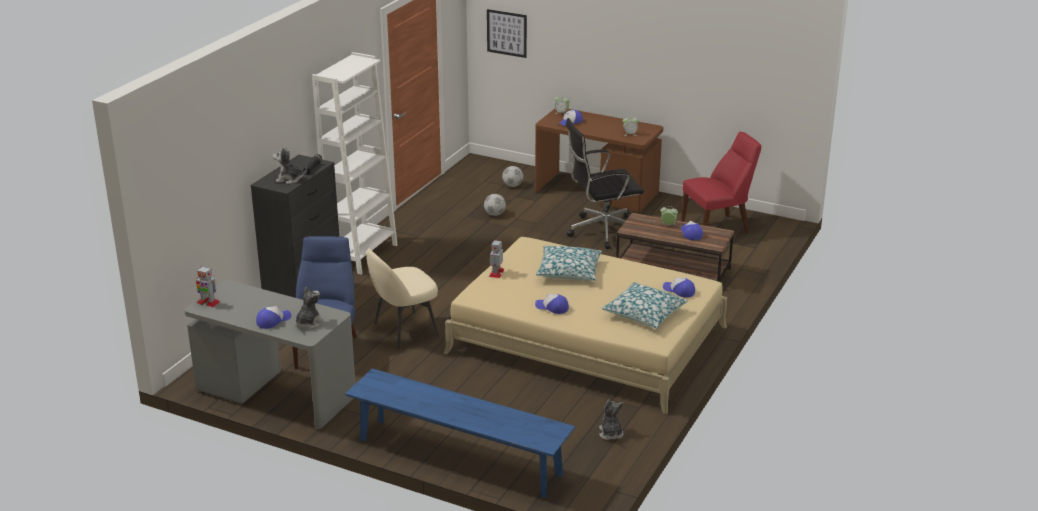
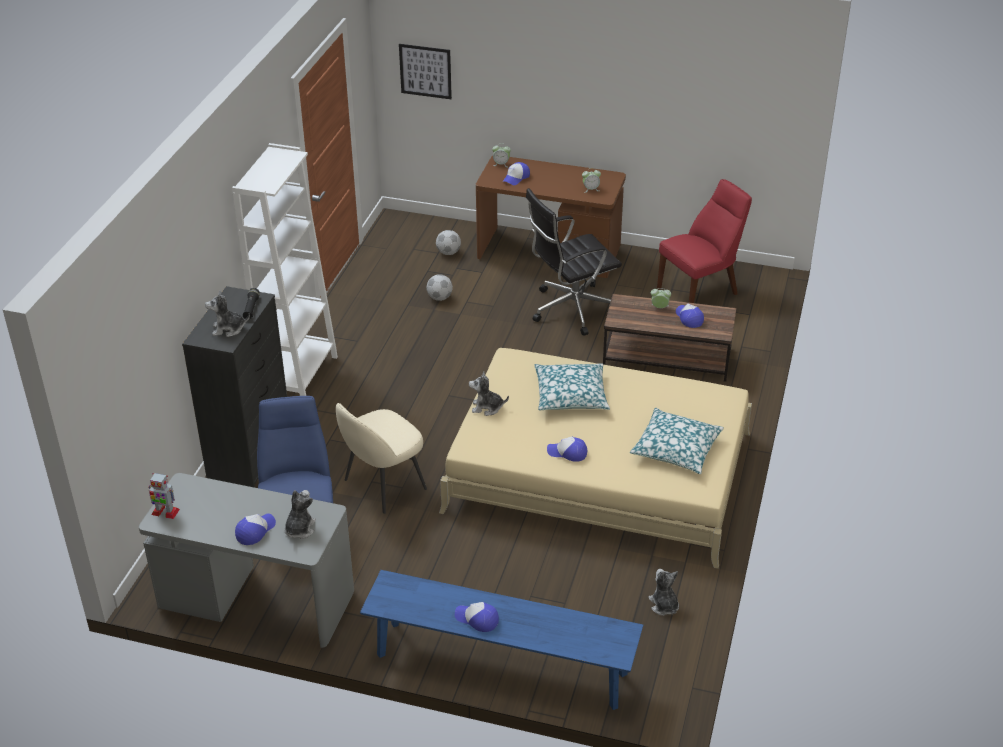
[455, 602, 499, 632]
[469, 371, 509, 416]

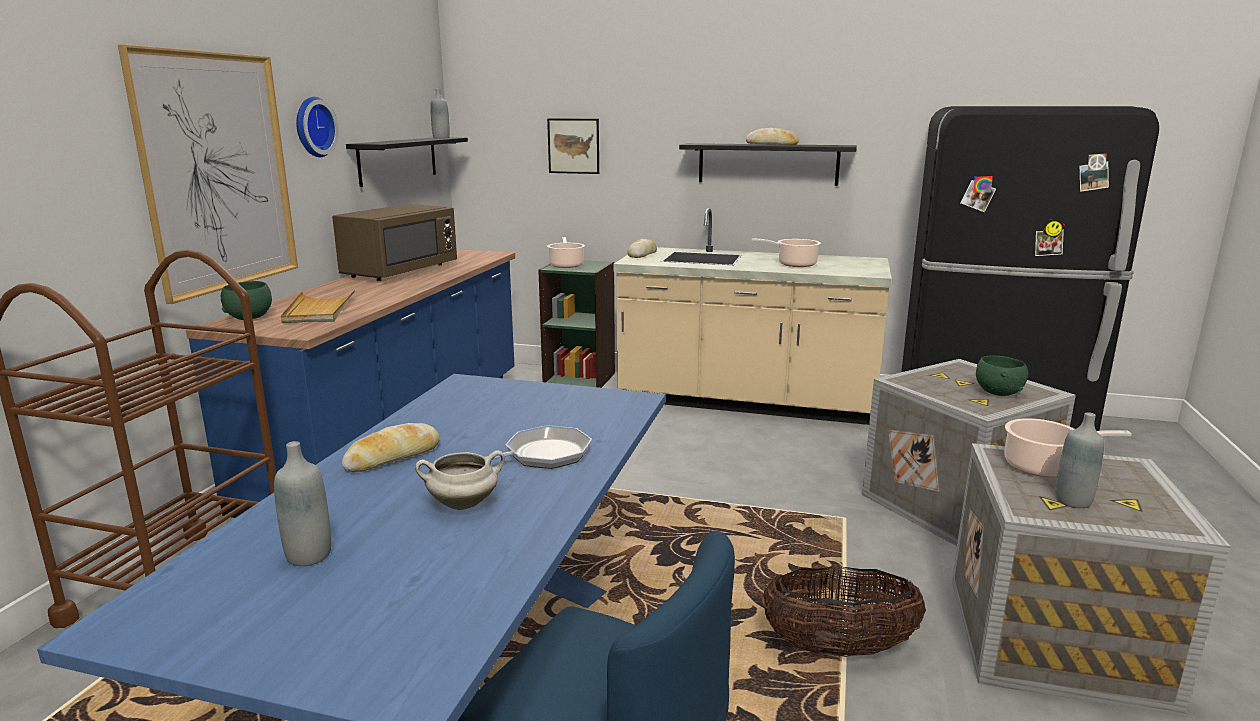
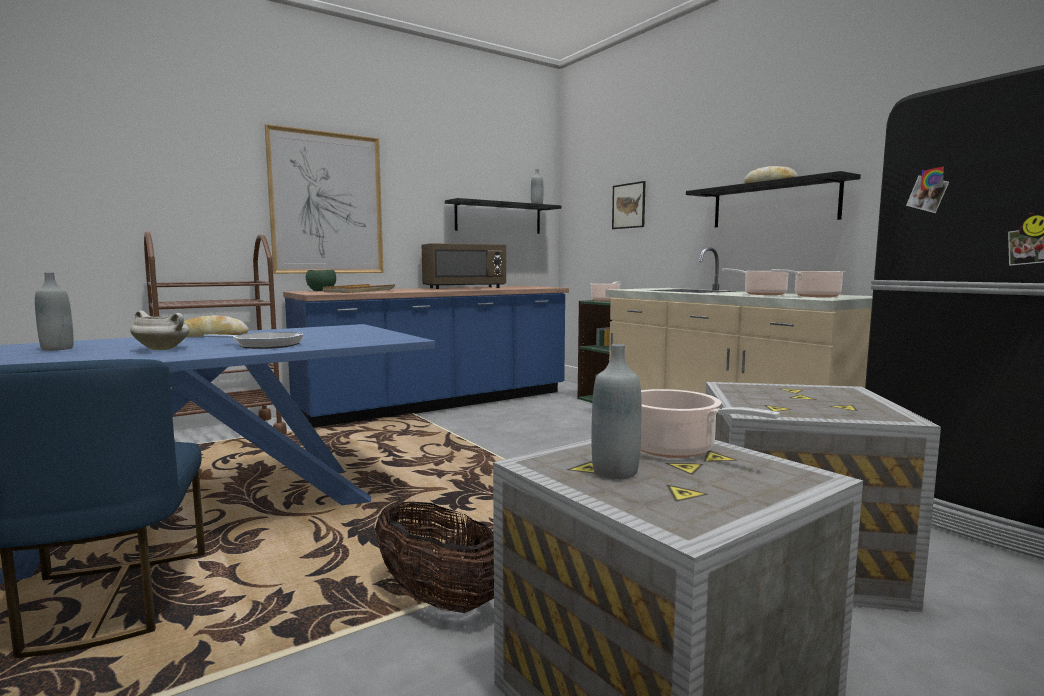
[771, 269, 845, 297]
[296, 97, 338, 157] (first image)
[627, 239, 657, 258] (first image)
[976, 355, 1028, 396] (first image)

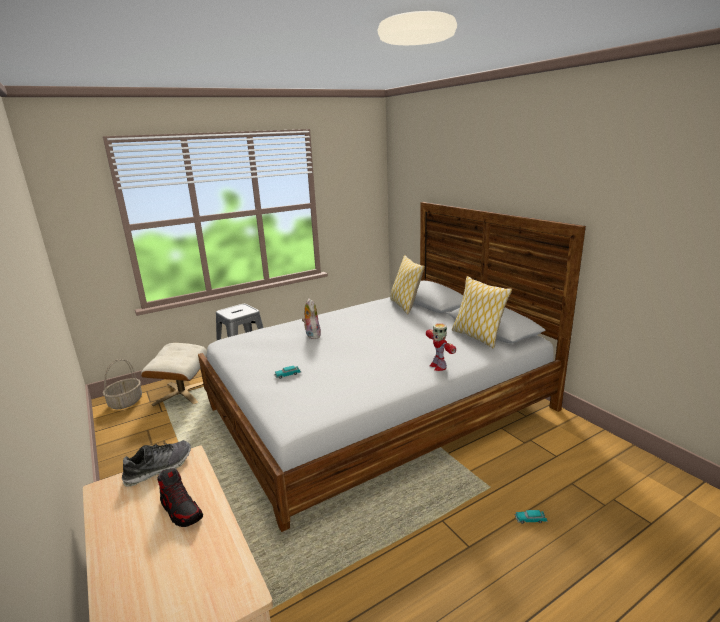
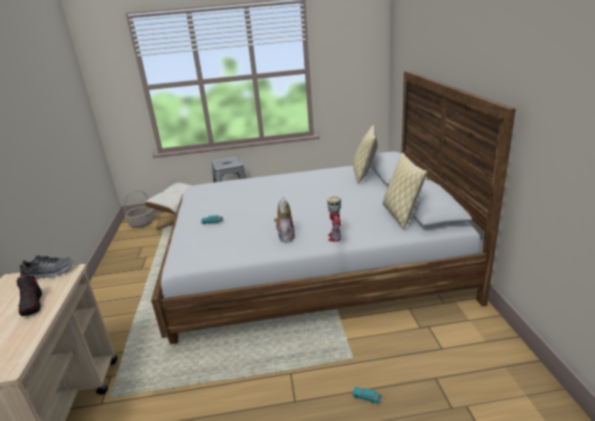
[274, 197, 295, 243]

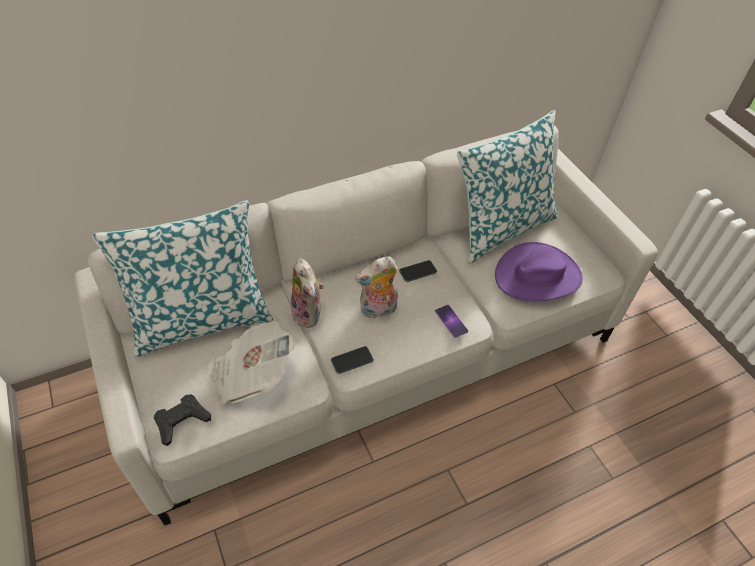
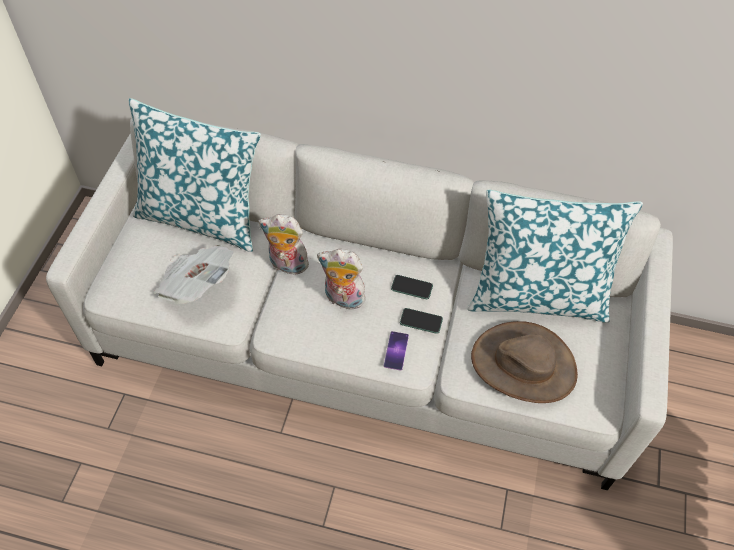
[258, 214, 309, 275]
[400, 308, 443, 334]
[471, 321, 578, 403]
[154, 394, 211, 446] (first image)

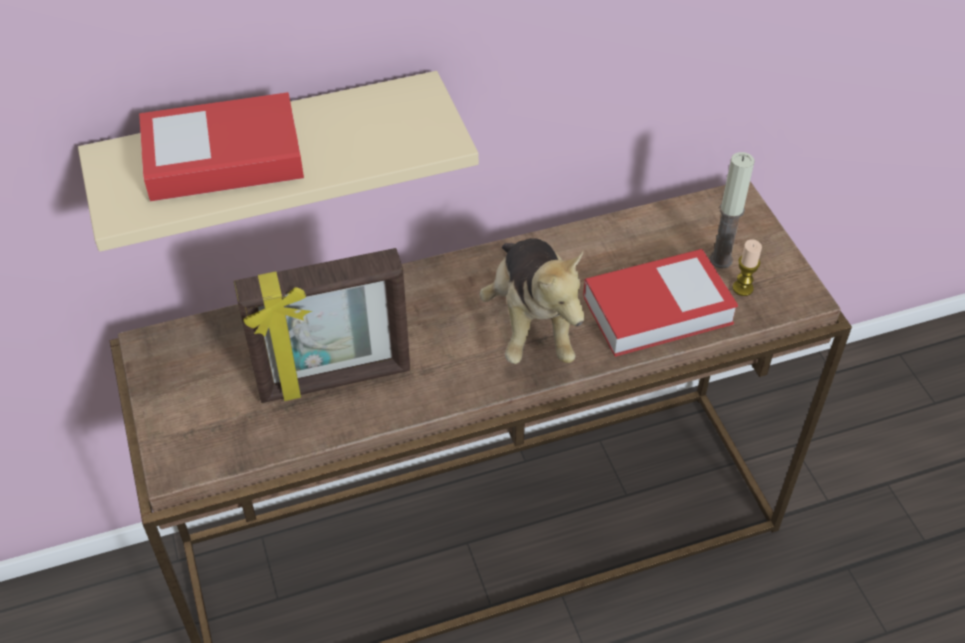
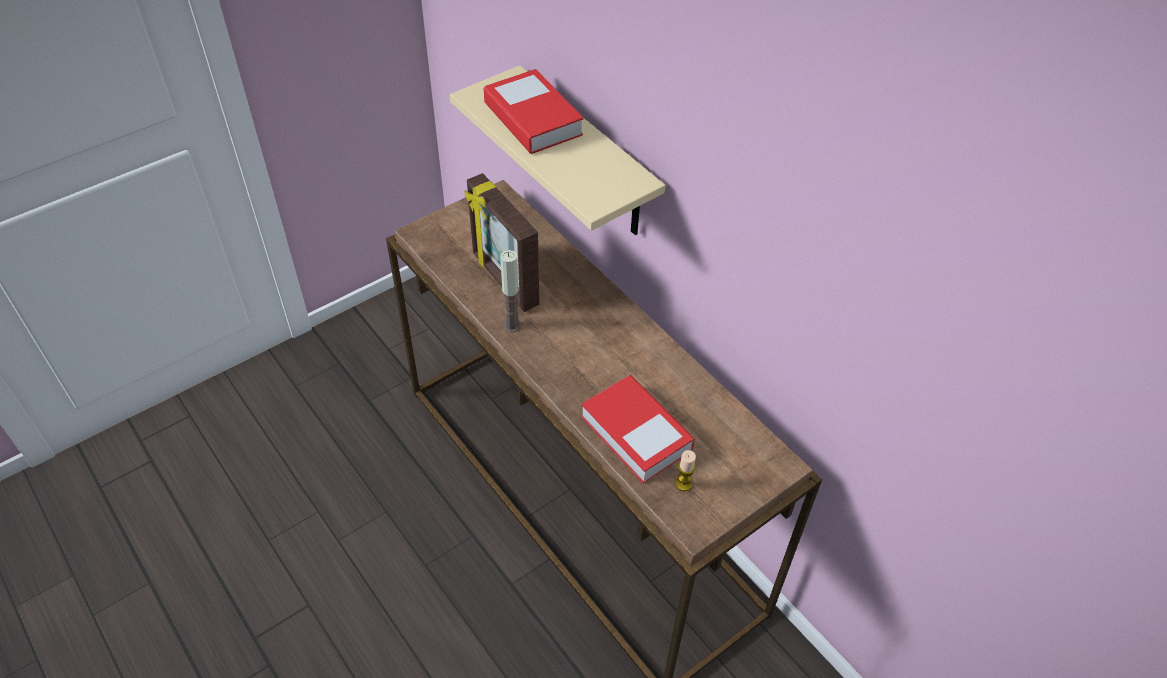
[500, 250, 521, 332]
[479, 238, 585, 364] (first image)

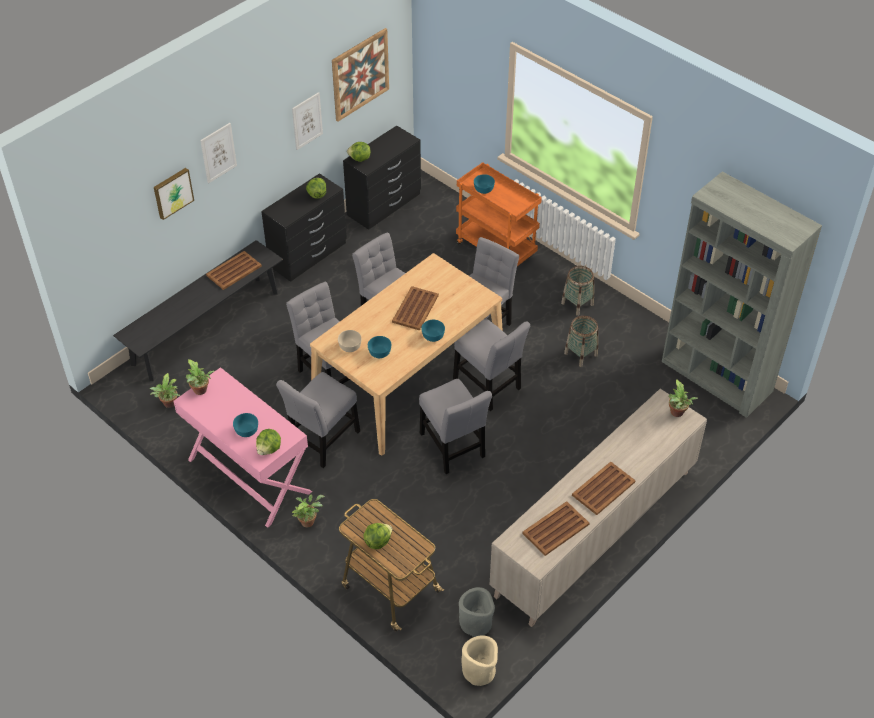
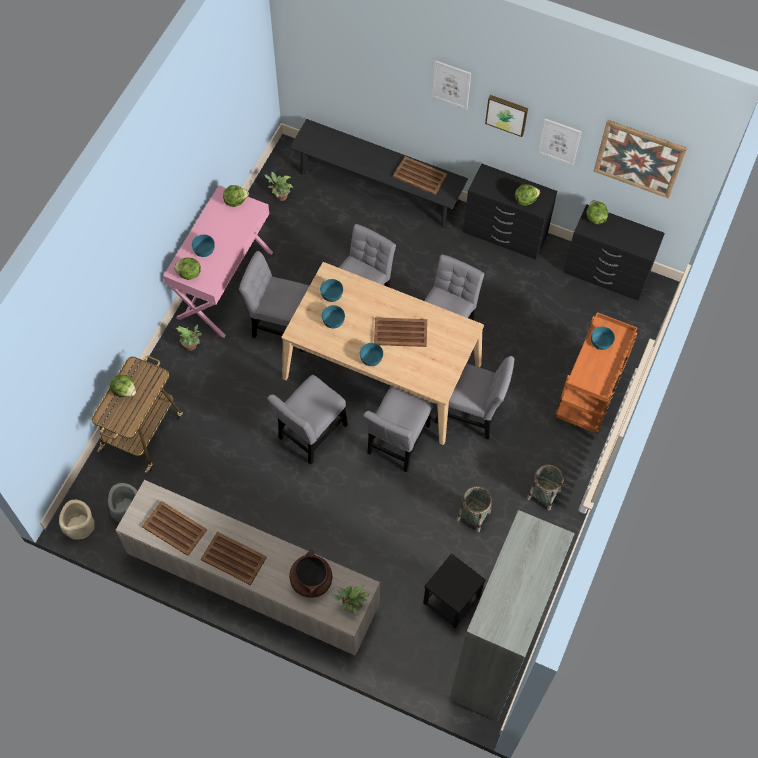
[223, 185, 249, 207]
[289, 550, 332, 598]
[320, 279, 343, 302]
[423, 554, 486, 628]
[485, 95, 528, 137]

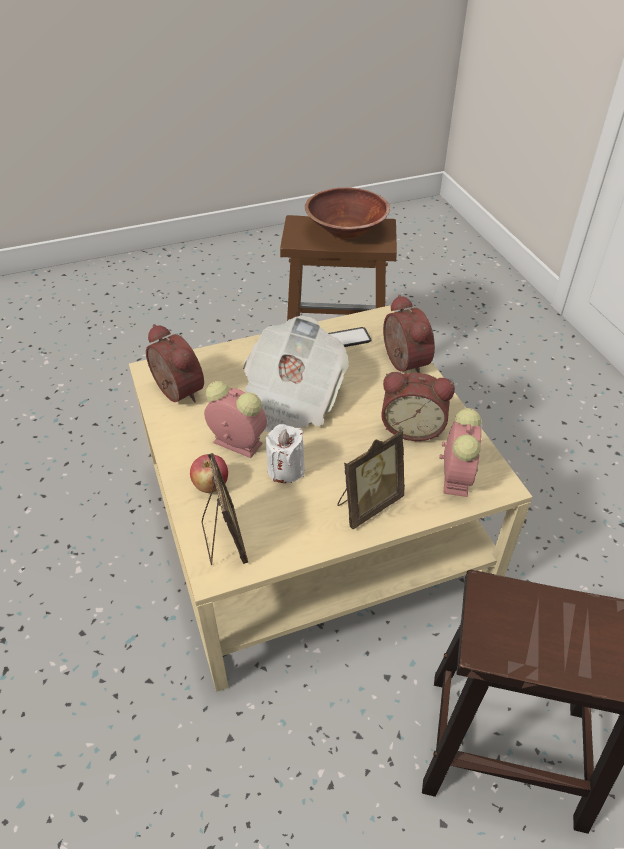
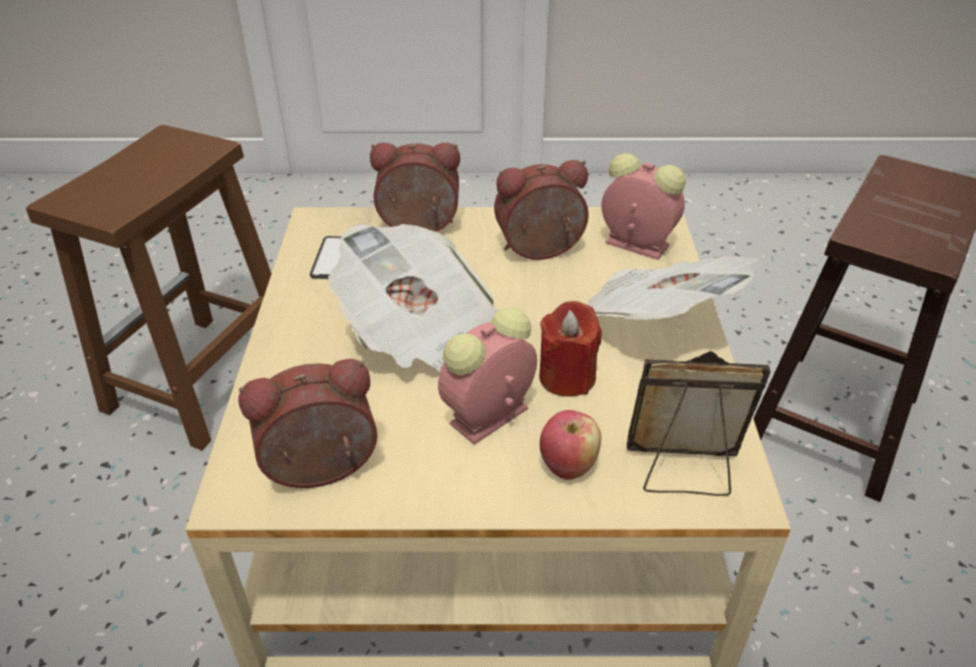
[494, 160, 589, 260]
[539, 301, 602, 397]
[588, 256, 759, 320]
[305, 187, 390, 239] (first image)

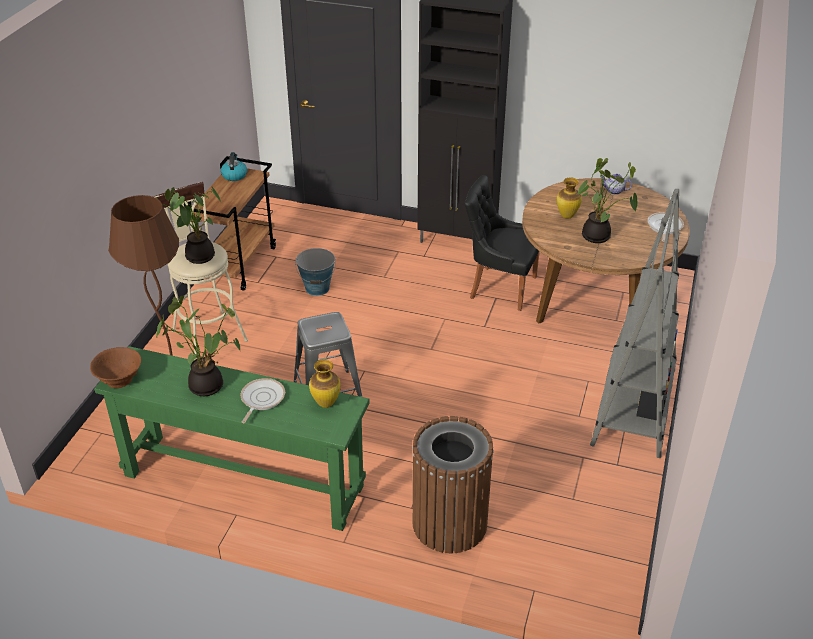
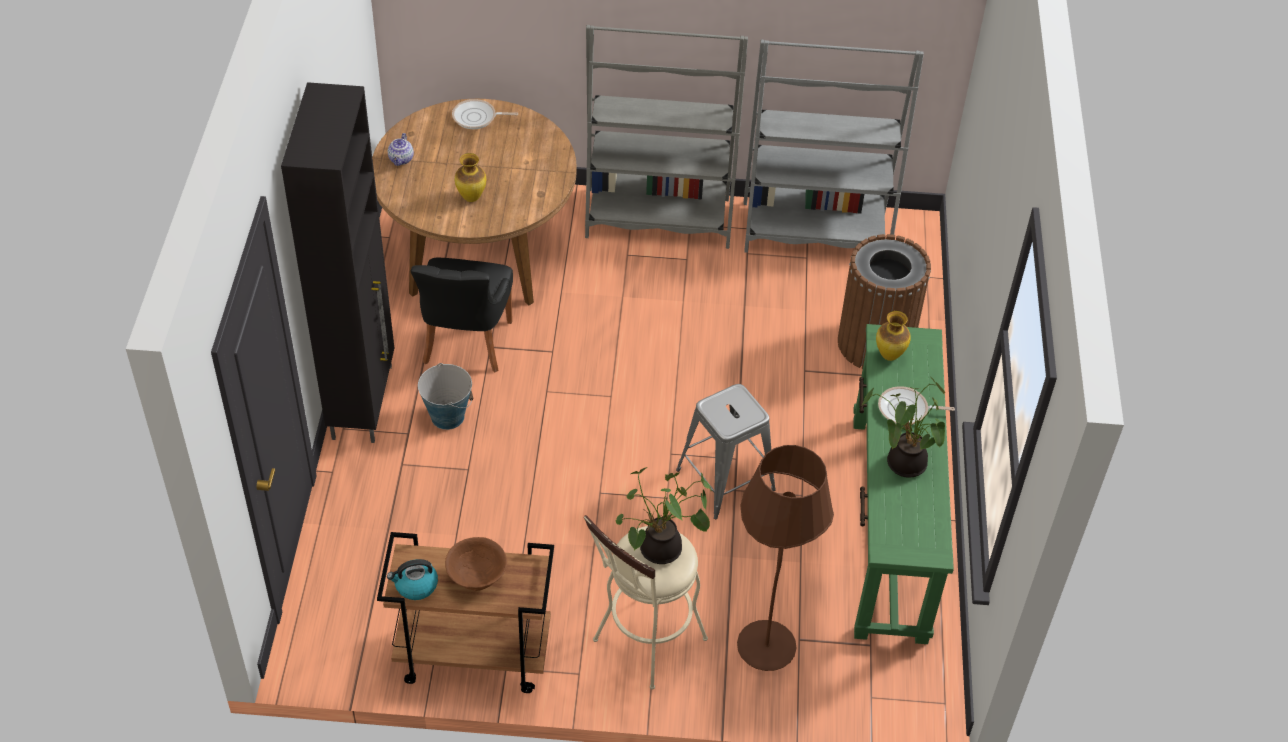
[418, 363, 474, 430]
[445, 537, 507, 591]
[743, 40, 924, 253]
[578, 158, 638, 243] (first image)

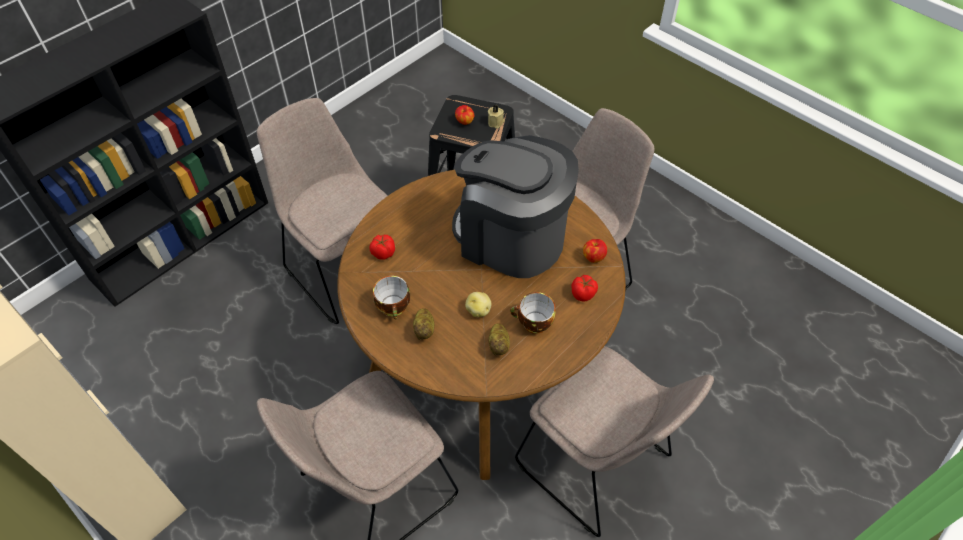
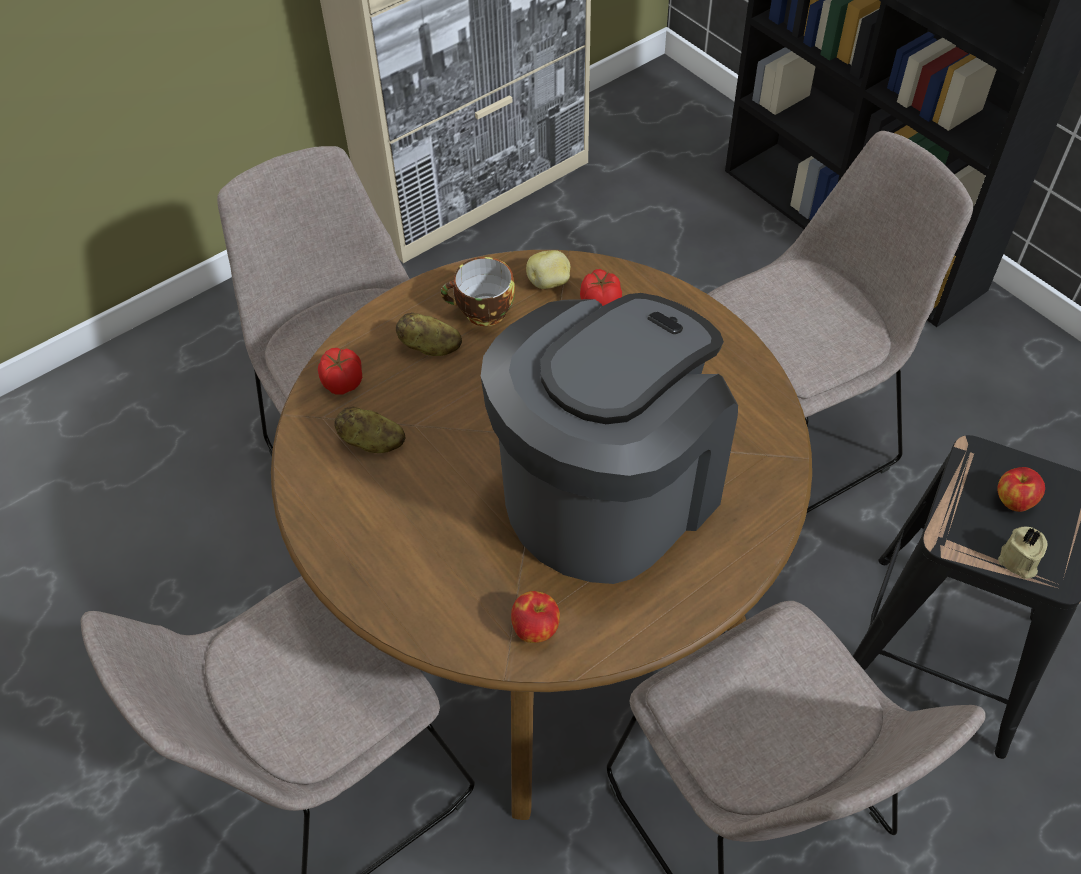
[318, 348, 362, 395]
[526, 250, 570, 289]
[510, 292, 556, 334] (first image)

